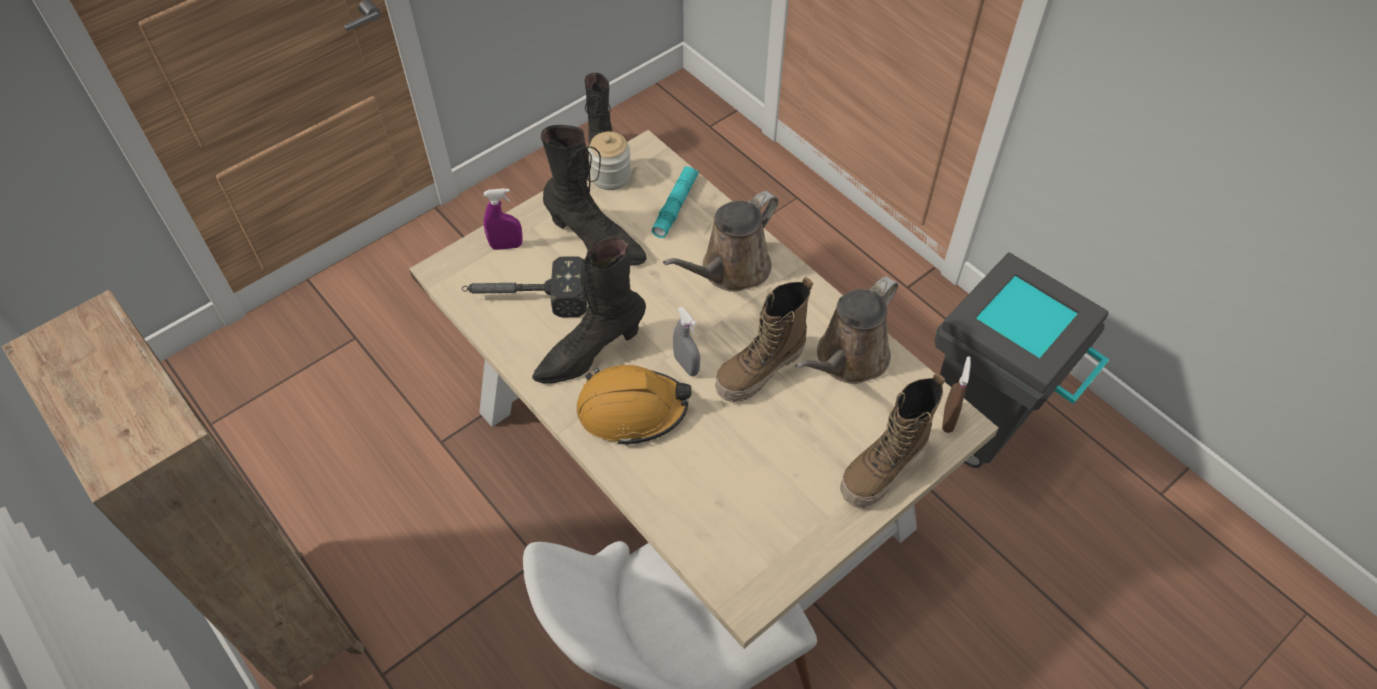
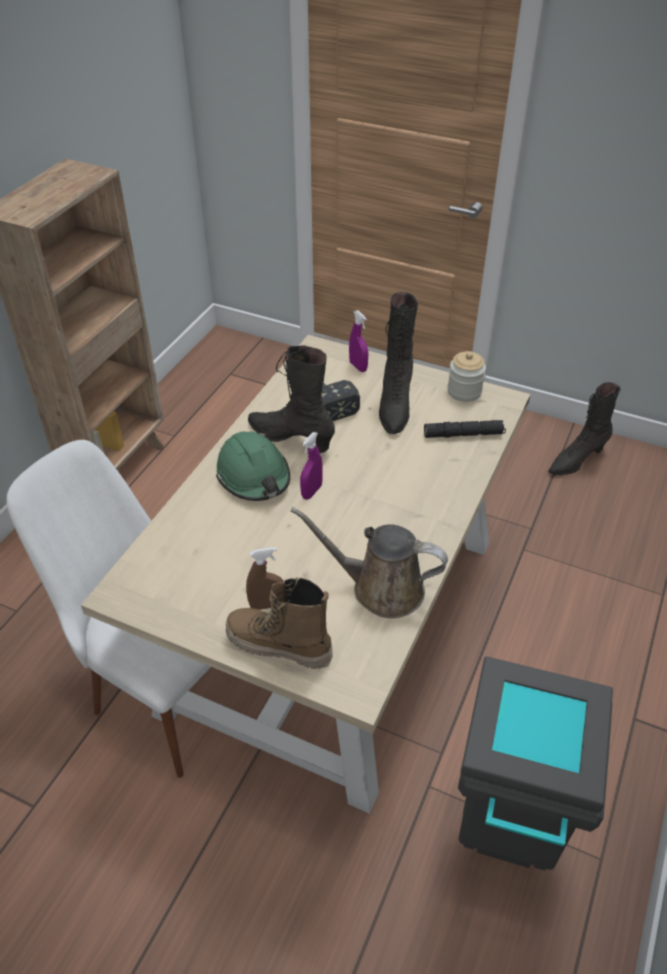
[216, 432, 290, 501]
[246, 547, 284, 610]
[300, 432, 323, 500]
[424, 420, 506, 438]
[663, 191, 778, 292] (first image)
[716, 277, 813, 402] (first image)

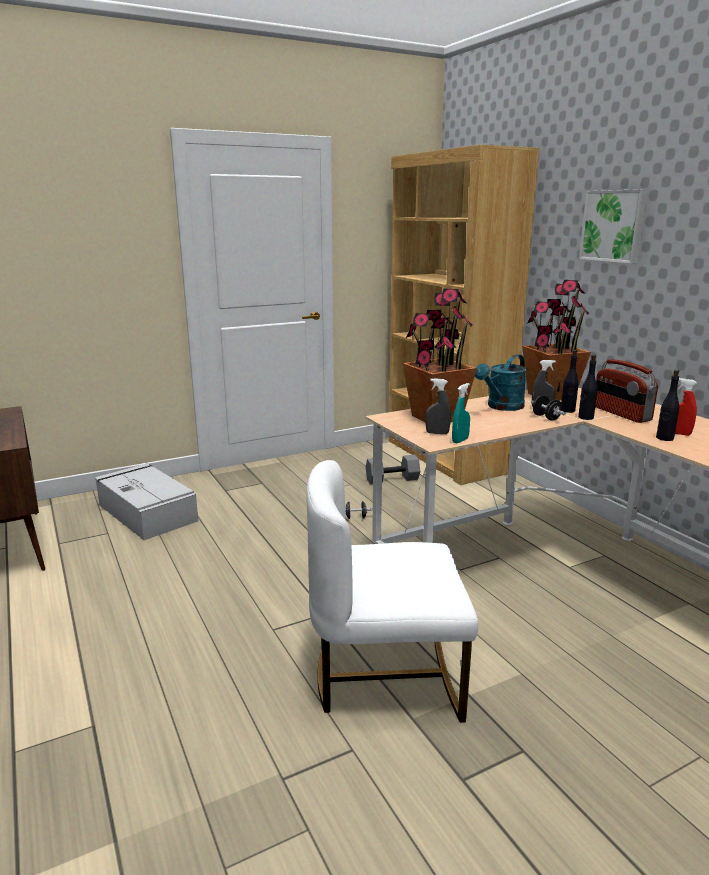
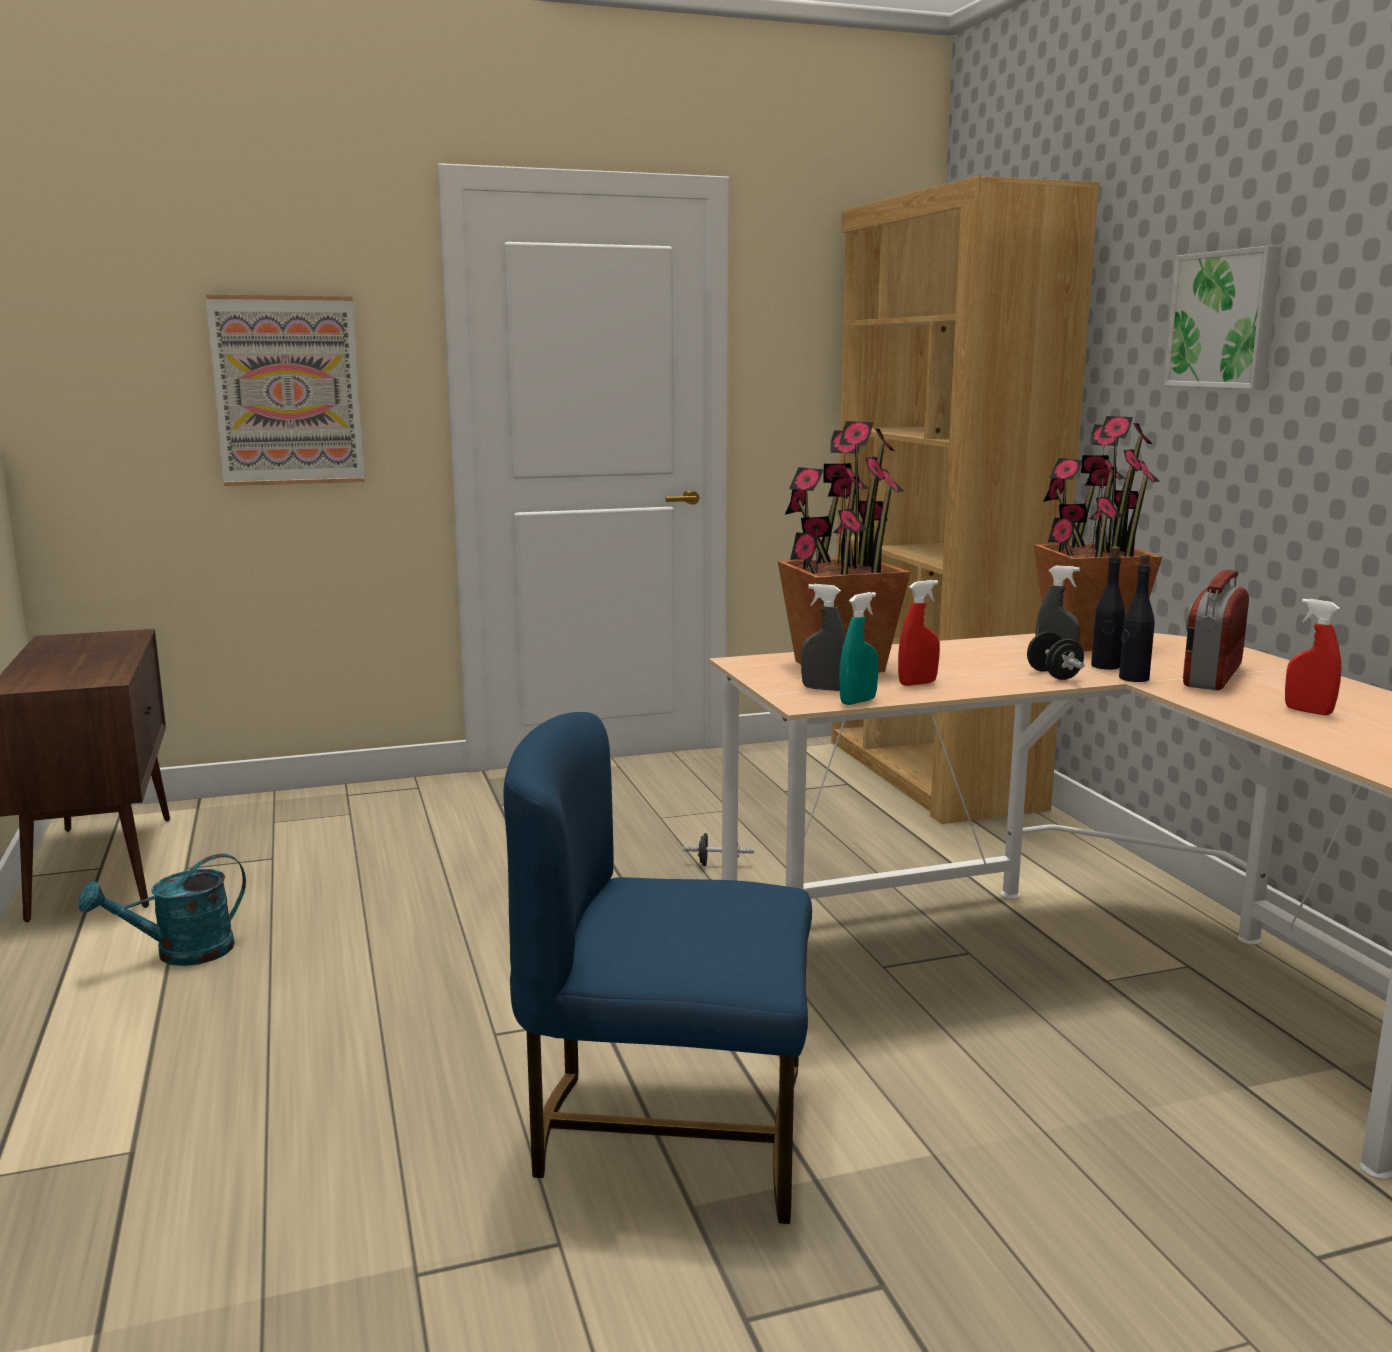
[79, 854, 246, 966]
[206, 295, 365, 486]
[503, 712, 812, 1224]
[898, 580, 940, 686]
[1183, 570, 1249, 690]
[95, 463, 198, 540] (first image)
[366, 455, 420, 484] (first image)
[656, 370, 679, 441] (first image)

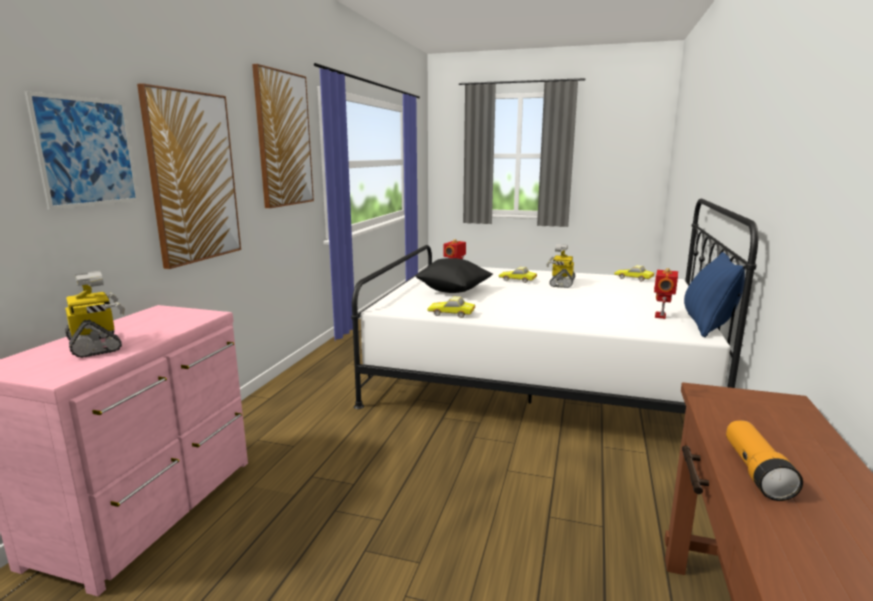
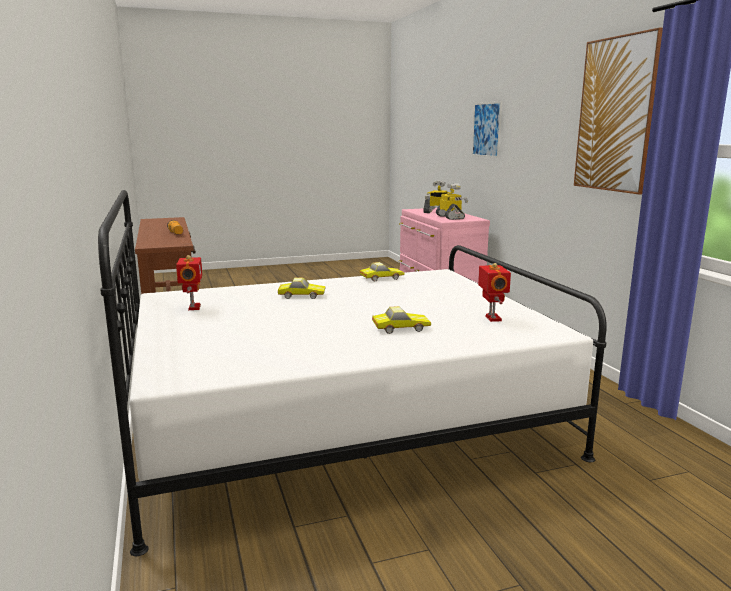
[278, 277, 326, 299]
[436, 183, 468, 220]
[137, 83, 241, 269] (first image)
[415, 258, 493, 293] (first image)
[684, 252, 745, 337] (first image)

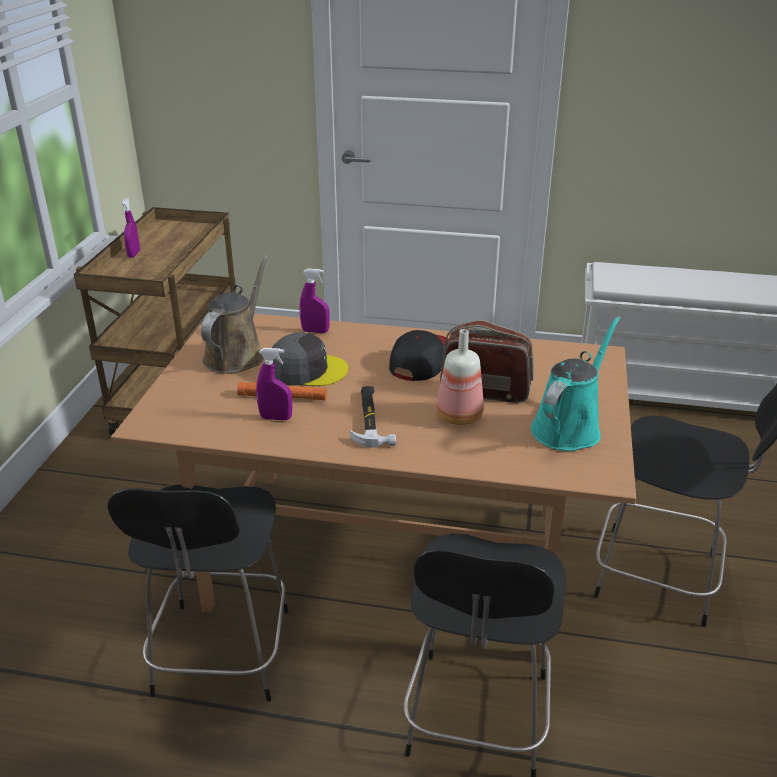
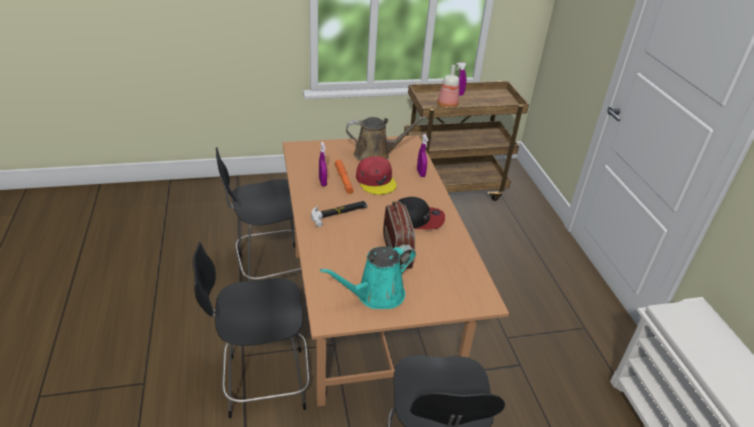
[320, 245, 416, 309]
[356, 156, 397, 195]
[437, 65, 459, 108]

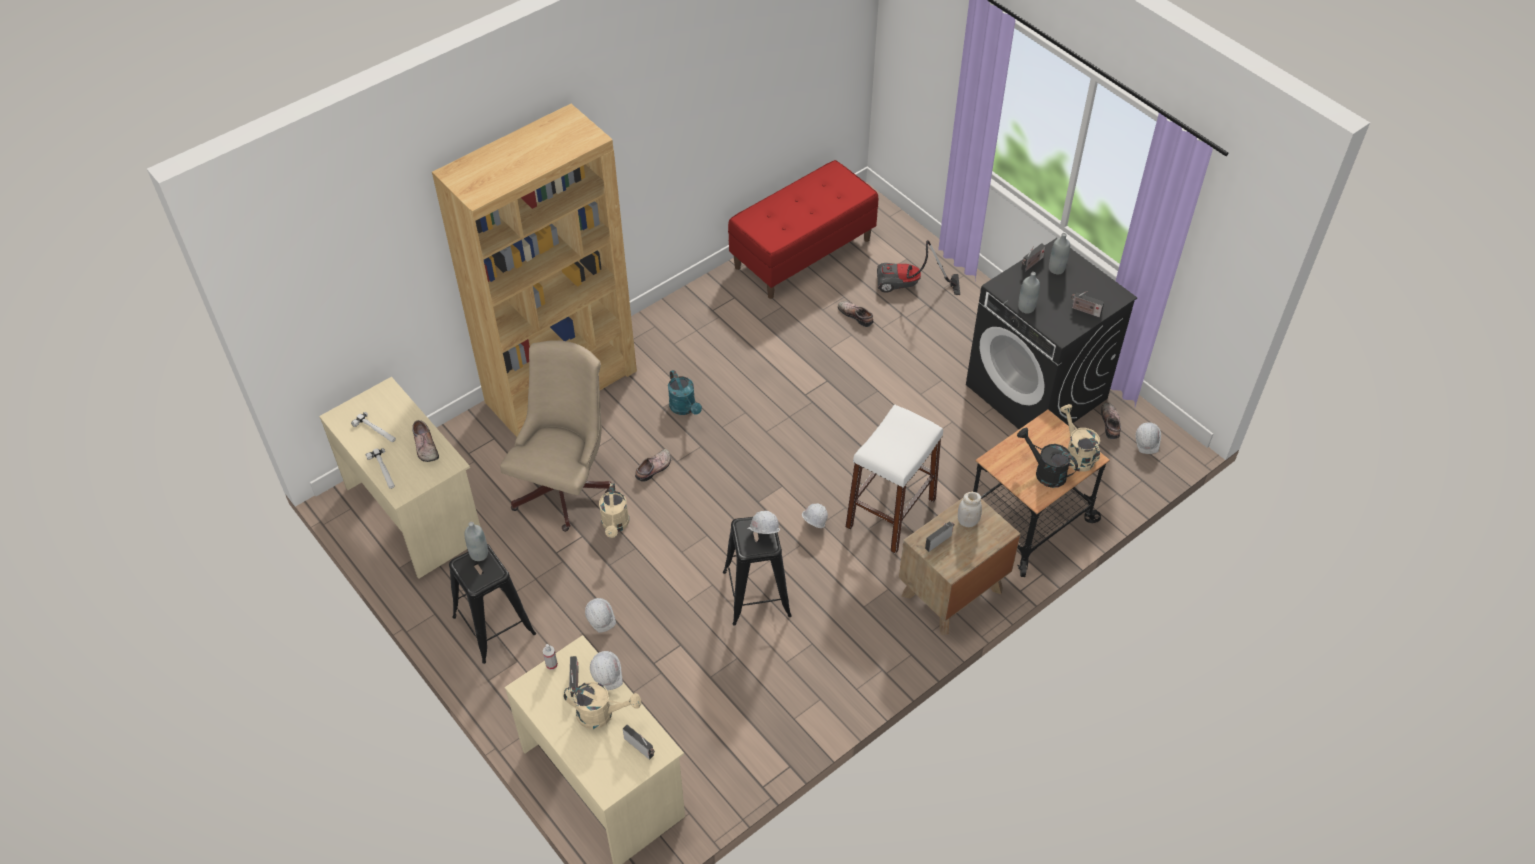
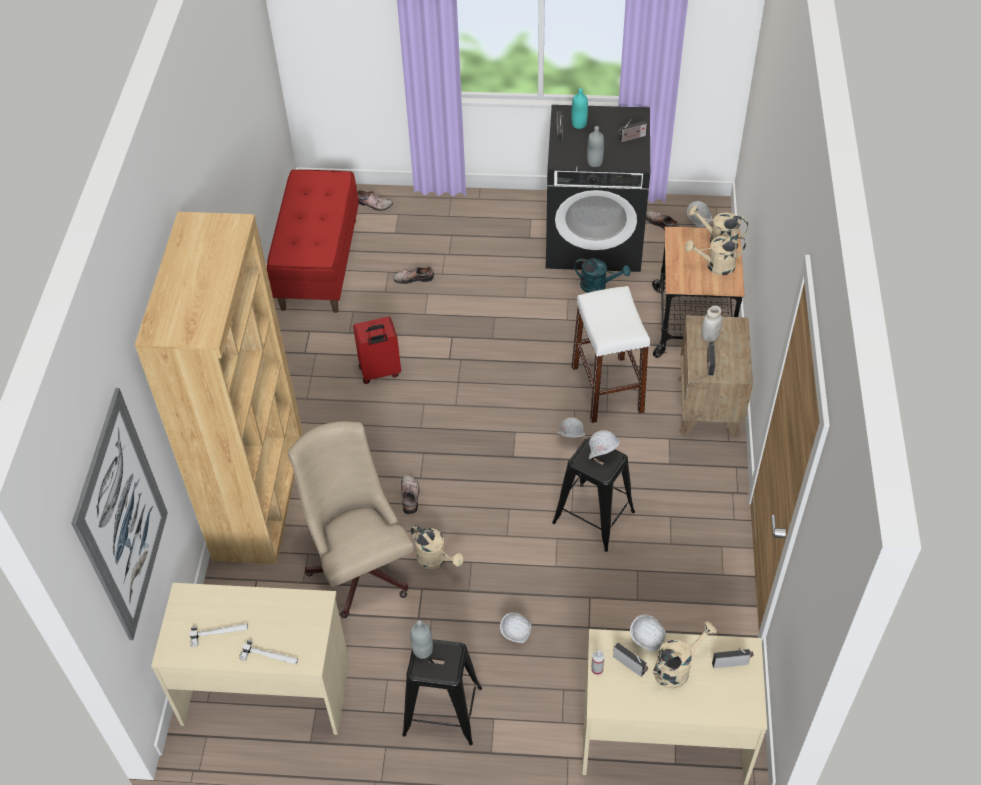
[71, 388, 168, 640]
[353, 317, 401, 384]
[357, 190, 393, 211]
[571, 88, 588, 129]
[574, 258, 630, 293]
[685, 236, 746, 275]
[877, 240, 960, 295] (first image)

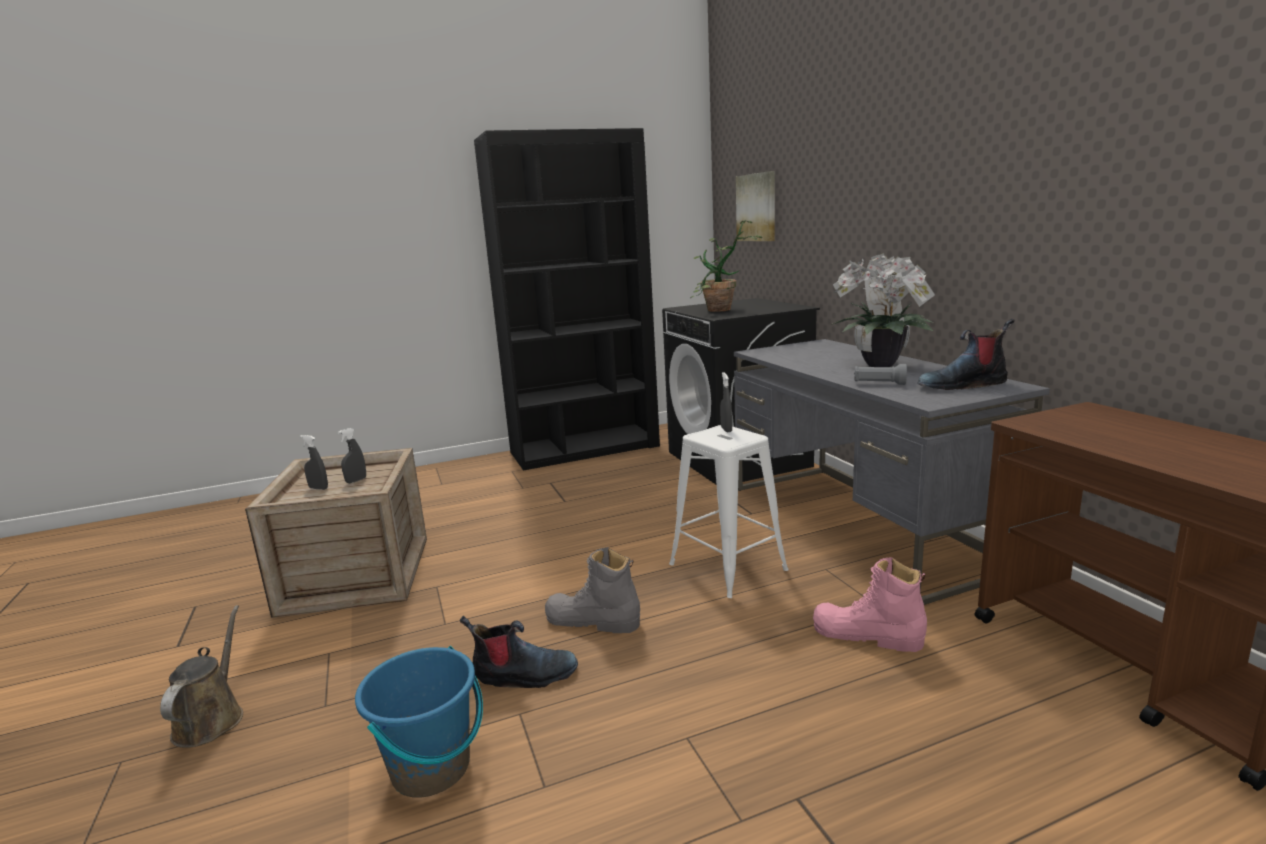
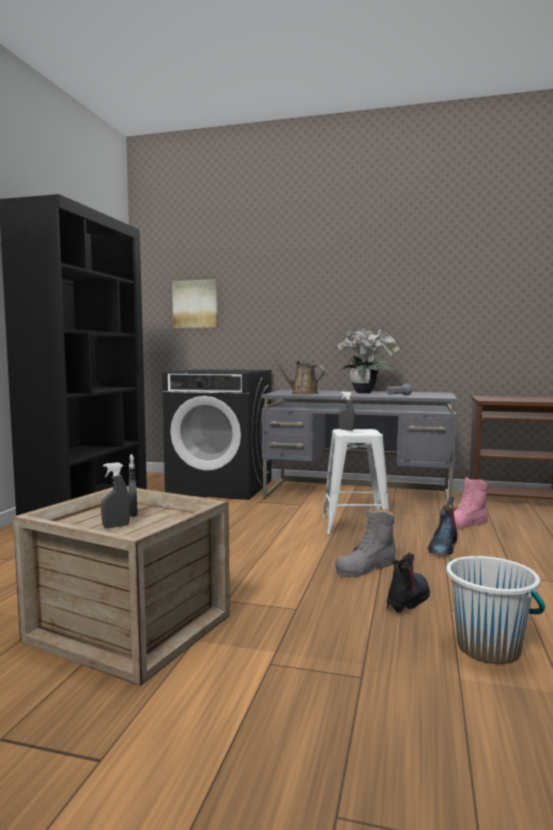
[273, 358, 325, 394]
[428, 497, 457, 555]
[446, 556, 545, 664]
[690, 220, 762, 312] (first image)

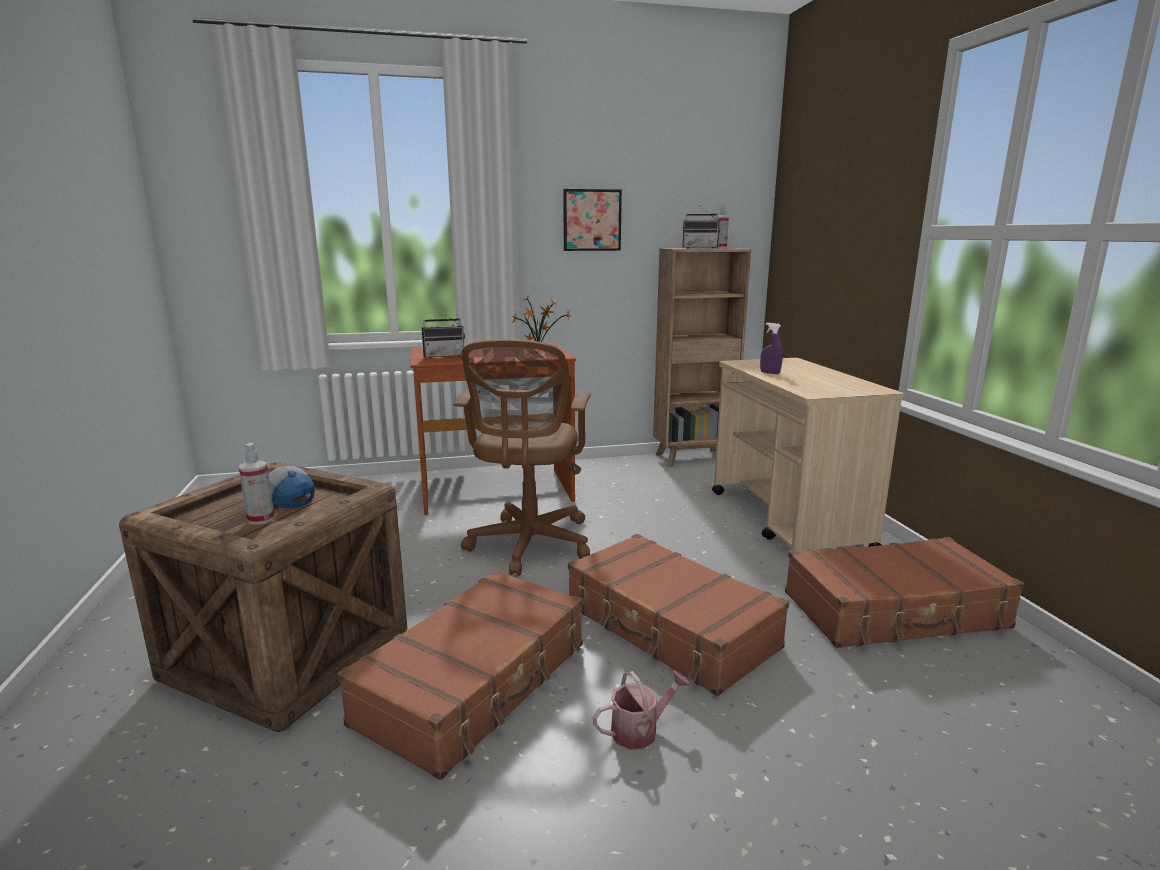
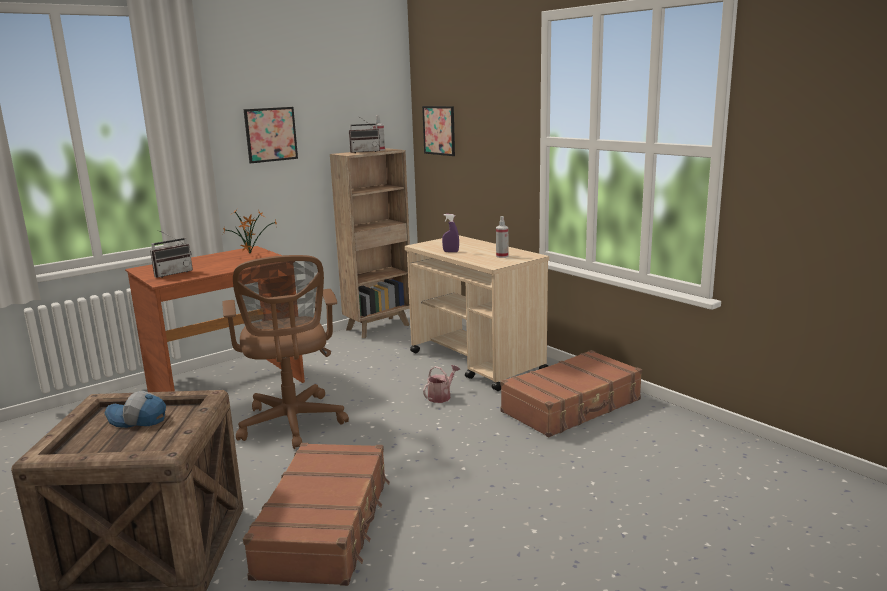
[422, 106, 455, 156]
[423, 365, 460, 403]
[496, 216, 508, 258]
[568, 534, 789, 696] (first image)

